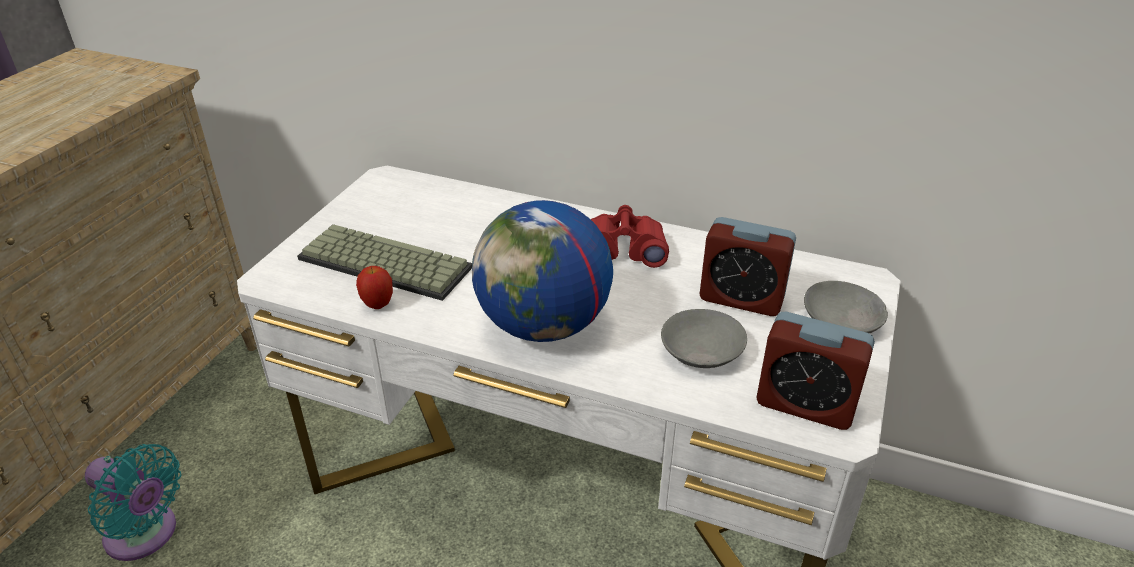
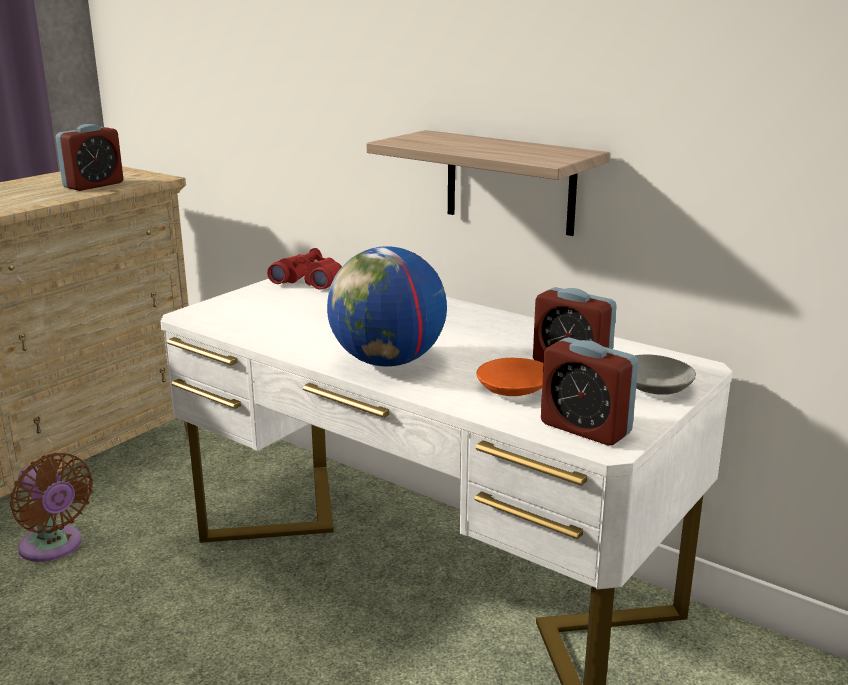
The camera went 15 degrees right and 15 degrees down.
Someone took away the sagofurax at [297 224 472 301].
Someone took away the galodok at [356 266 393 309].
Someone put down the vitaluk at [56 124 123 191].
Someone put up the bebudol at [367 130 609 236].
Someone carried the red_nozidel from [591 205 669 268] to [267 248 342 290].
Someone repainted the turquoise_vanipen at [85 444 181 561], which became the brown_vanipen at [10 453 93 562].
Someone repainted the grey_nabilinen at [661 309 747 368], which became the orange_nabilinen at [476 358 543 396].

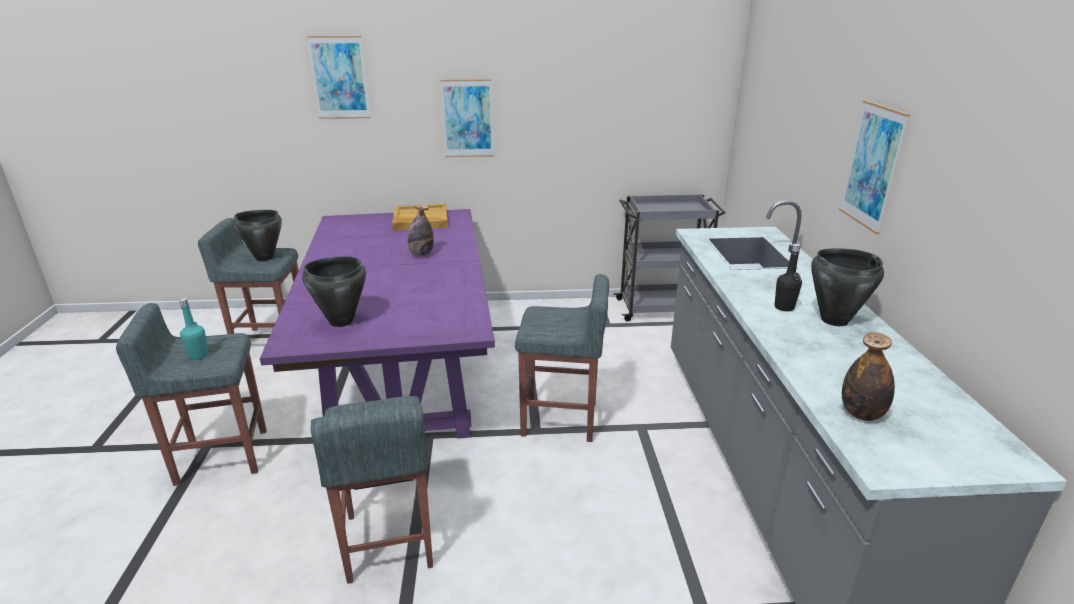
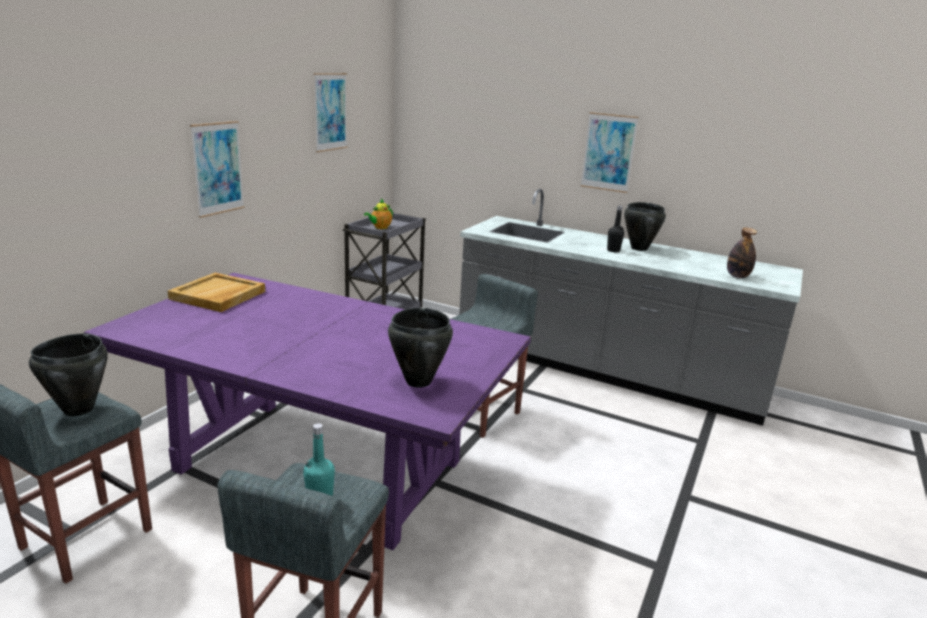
The camera went 60 degrees left and 5 degrees down.
Someone took away the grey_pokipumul at [311 396 433 584].
Someone took away the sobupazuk at [407 205 434 256].
Someone put down the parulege at [364 199 393 229].
Someone carried the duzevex from [307 36 370 119] to [314 73 347 152].

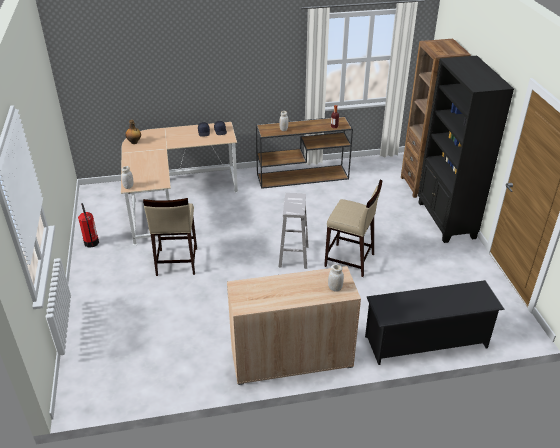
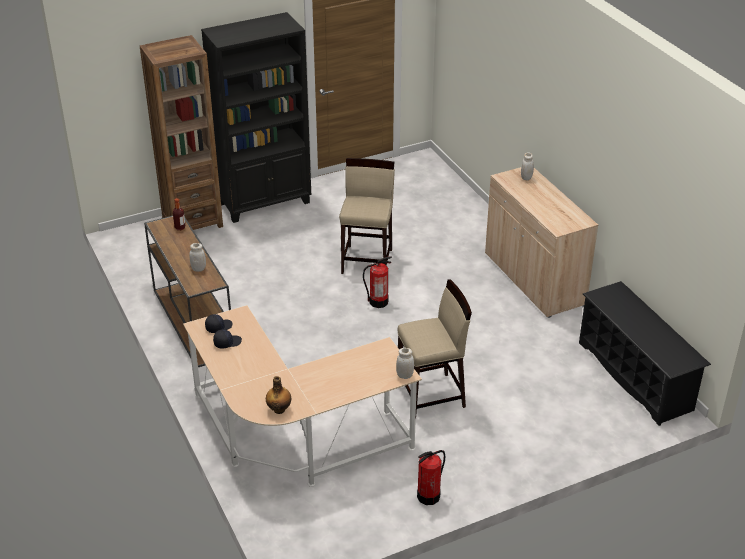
The camera went 105 degrees left and 0 degrees up.
Someone carried the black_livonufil from [365 280 505 365] to [579 281 711 426].
Someone swapped the white_pokipumul at [279 193 309 269] for the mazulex at [363 256 392 308].

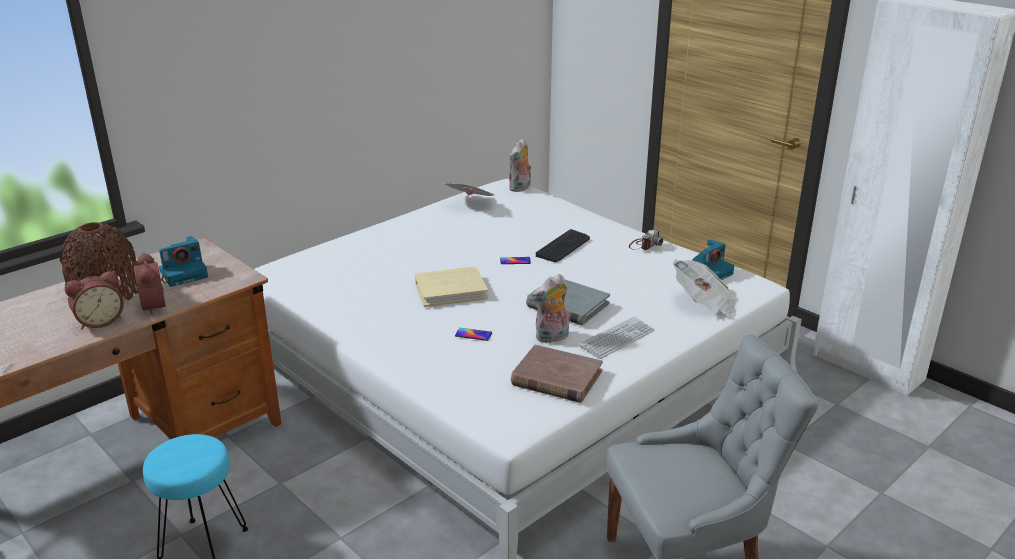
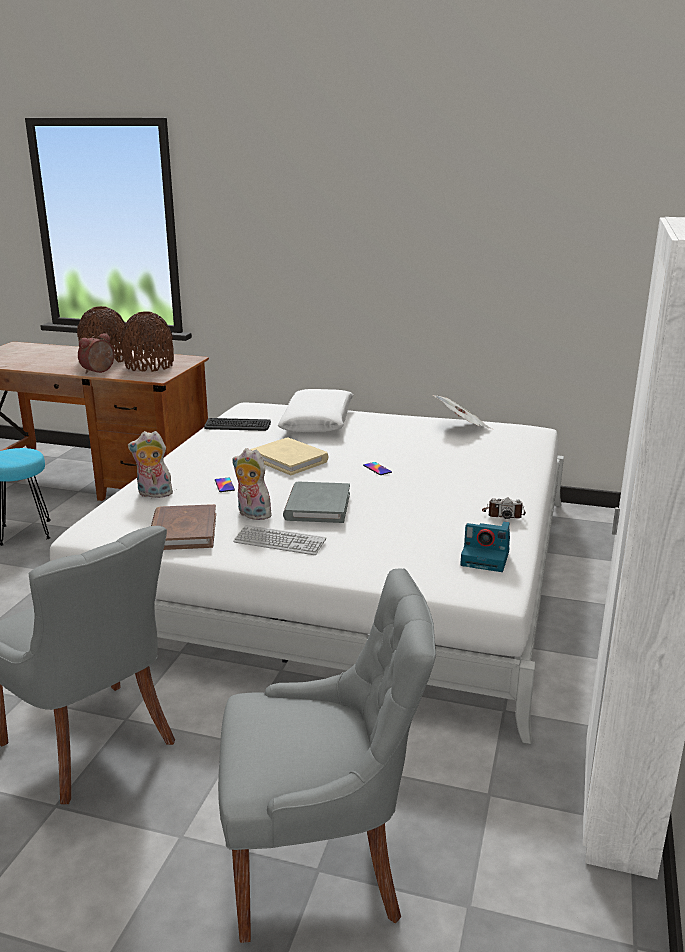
The camera went 60 degrees right and 5 degrees down.
Someone took away the vitaluk at [64 271 124 329].
Someone took away the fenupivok at [673 260 736 316].
Someone put down the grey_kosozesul at [218 569 436 943].
Someone put down the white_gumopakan at [278 389 353 432].
Someone carried the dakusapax from [509 139 532 192] to [128 431 173 498].
Someone carried the sagofurax from [536 229 590 262] to [204 418 271 431].
Someone swapped the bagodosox at [159 236 208 287] for the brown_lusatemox at [121 311 174 372].

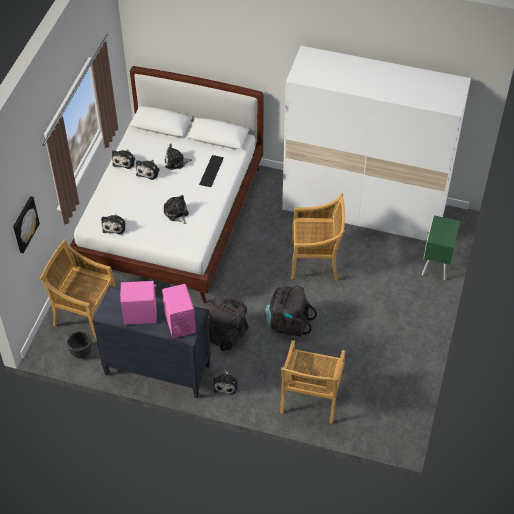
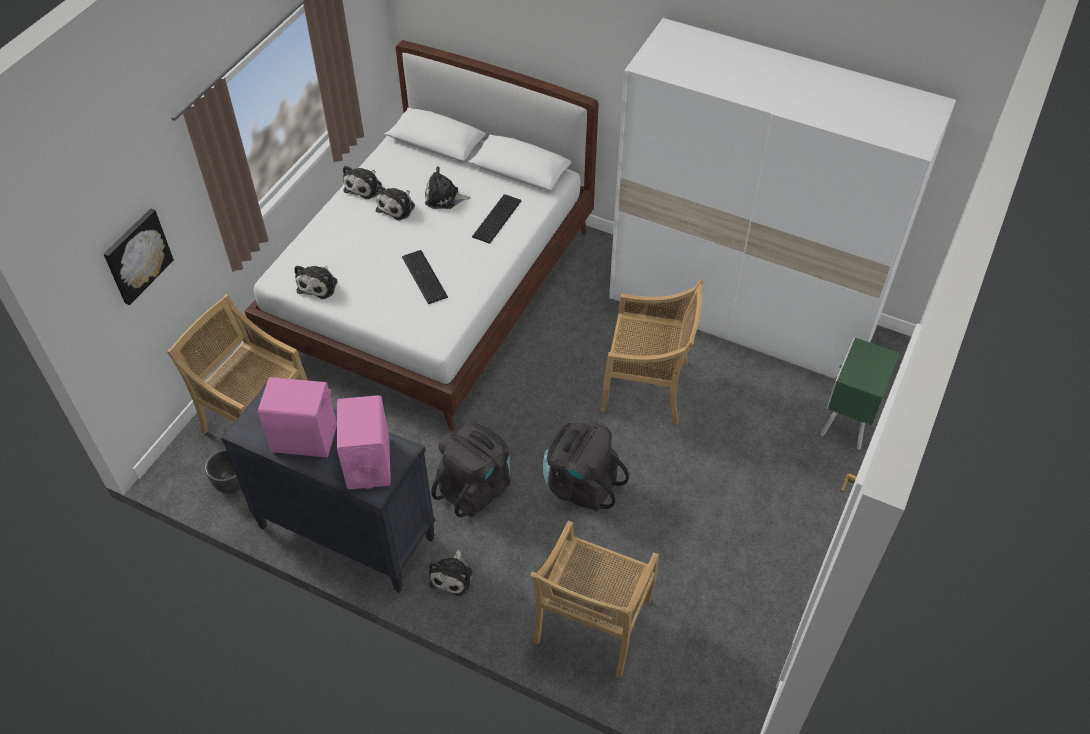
The camera went 10 degrees right and 0 degrees up.
Someone swapped the dakusapax at [164 195 189 224] for the sagofurax at [402 250 448 304].

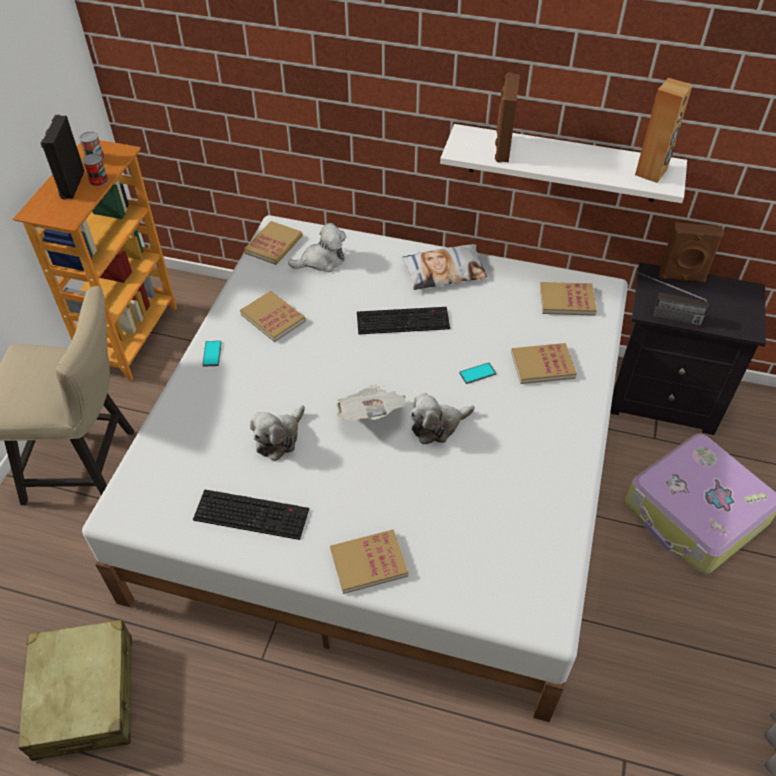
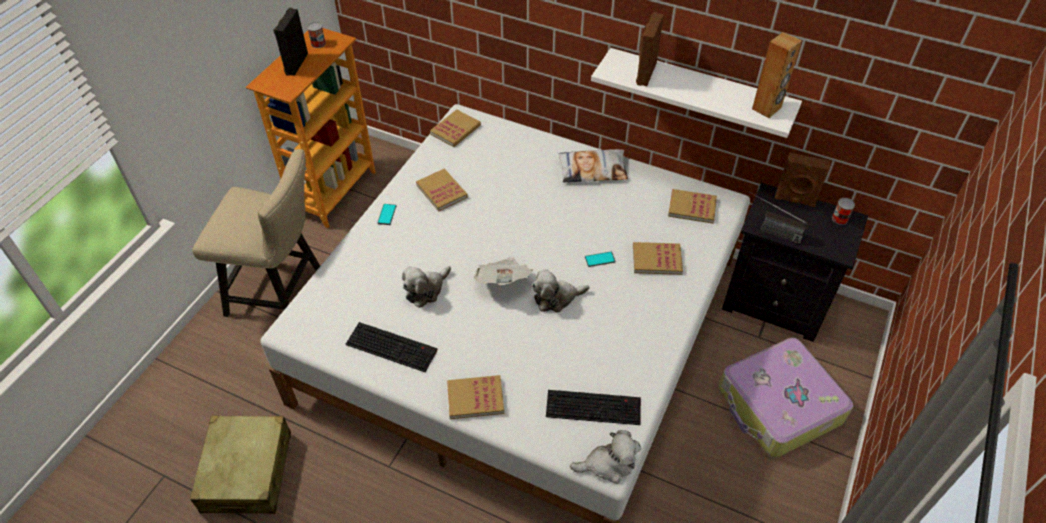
The camera went 10 degrees right and 0 degrees up.
Someone carried the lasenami from [82 154 108 186] to [832 198 855 225].
Someone carried the dakusapax from [288 223 346 272] to [570 430 641 484].
Someone carried the sagofurax from [357 307 450 335] to [546 390 641 425].

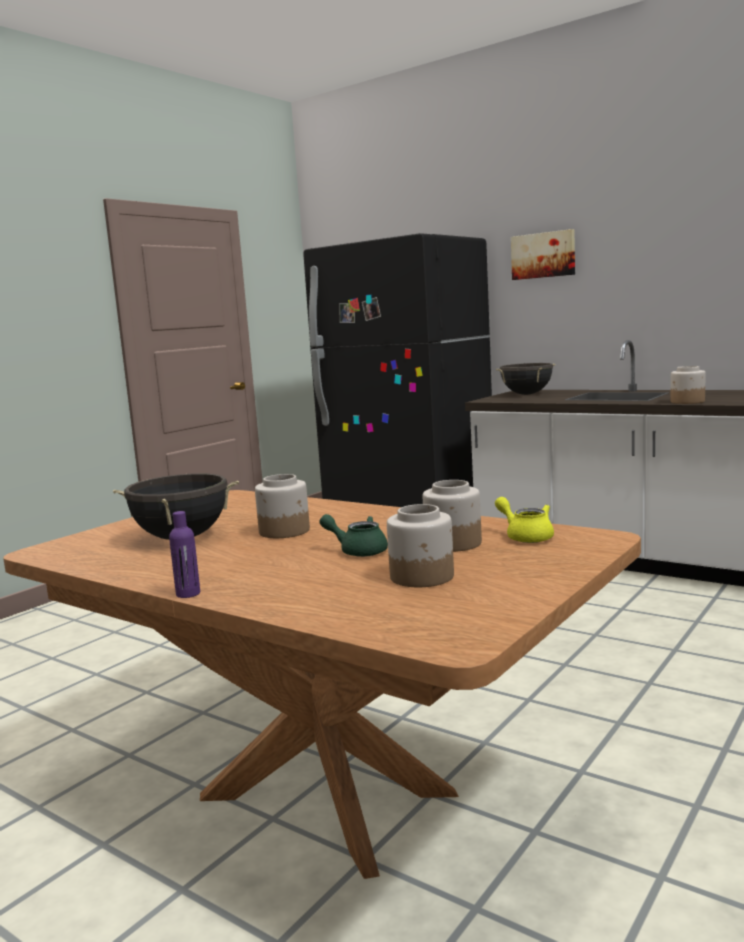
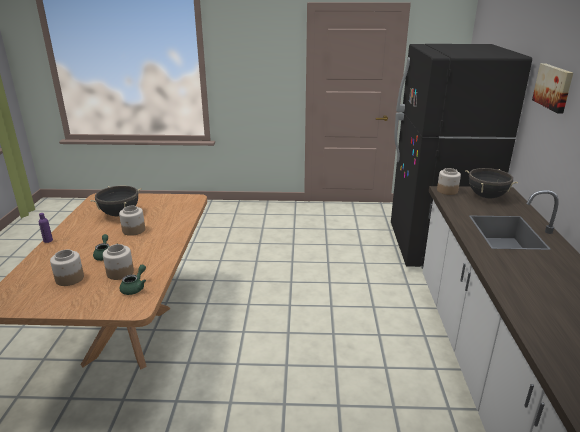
The camera went 55 degrees right and 15 degrees up.
Someone carried the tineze from [671 366 705 404] to [437 168 461 195].
Someone repainted the yellow_parulege at [495 497 554 543], which became the green_parulege at [120 265 146 295].

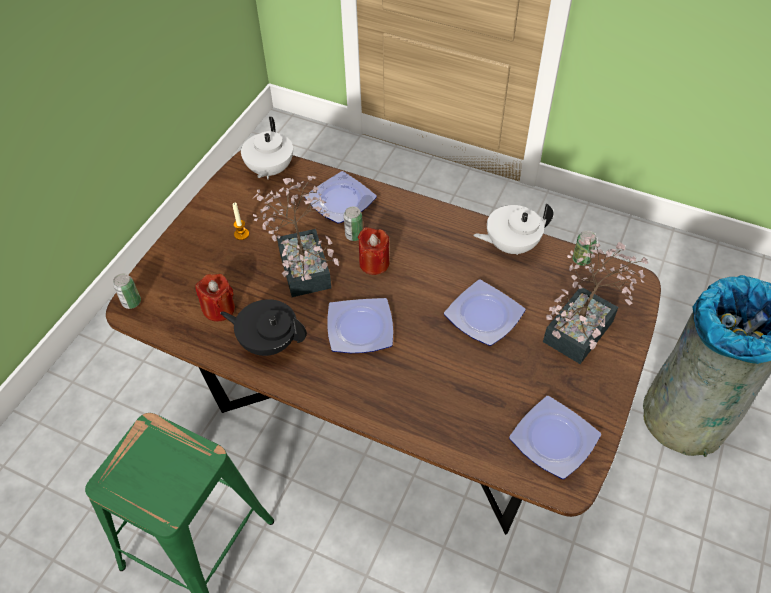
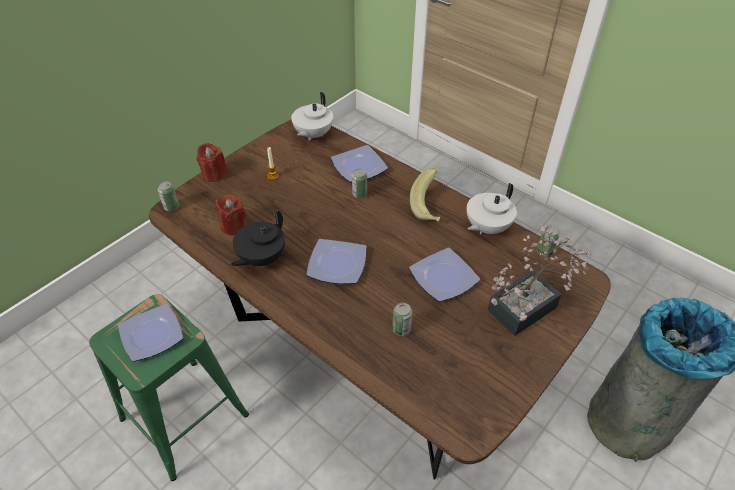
The camera went 15 degrees right and 5 degrees down.
Someone took away the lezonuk at [253 176 339 297].
Someone put down the lasenami at [392 303 412 336].
Someone put down the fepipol at [410 168 440 222].
Someone carried the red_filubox from [358 227 389 275] to [197 143 228 182].
Someone carried the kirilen from [509 396 601 479] to [118 304 183 362].
Someone rotated the black_parulege at [220 299 307 356] by 90 degrees counterclockwise.
Someone rotated the white_parulege at [473 204 553 255] by 45 degrees counterclockwise.

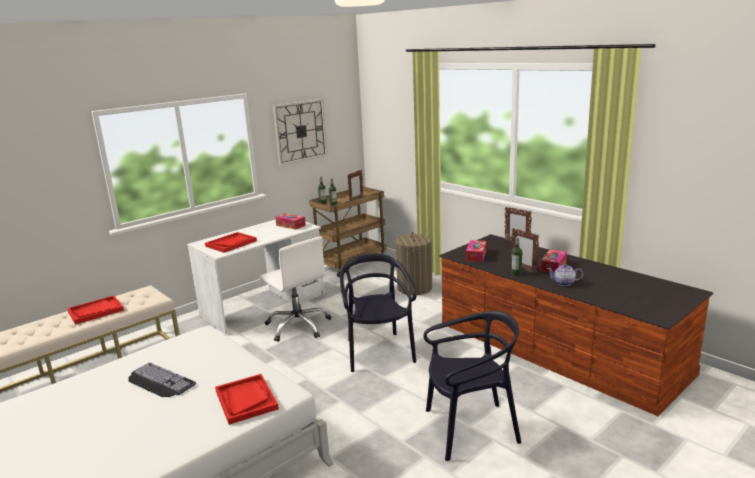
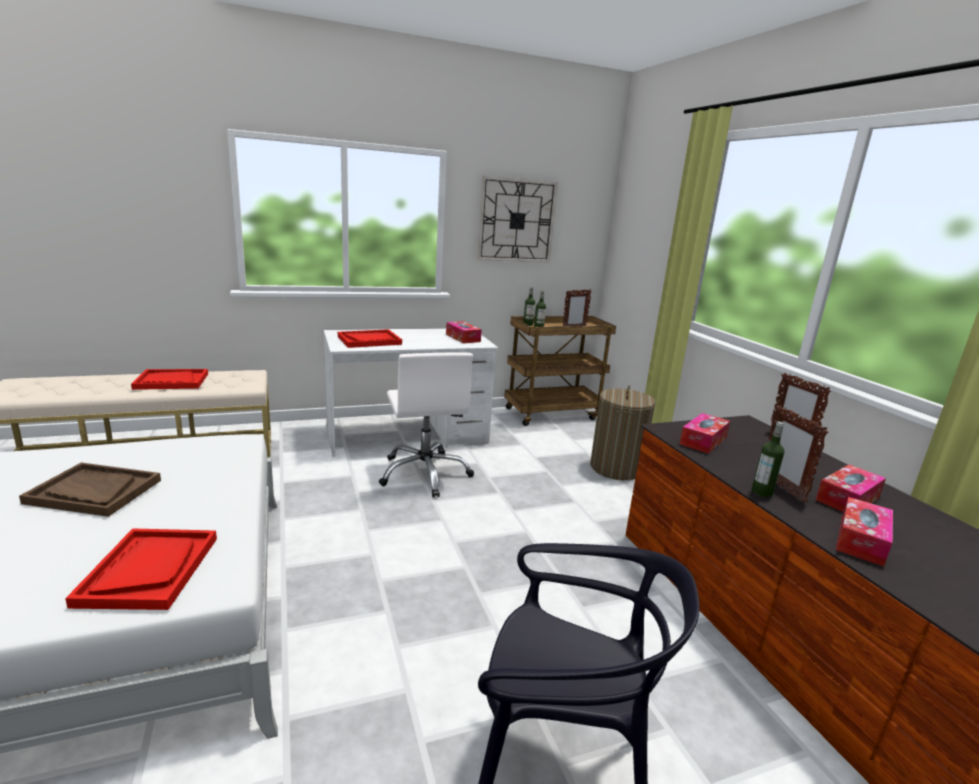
The camera went 20 degrees right and 0 degrees up.
Someone took away the black_kosozesul at [340 253 417 372].
Someone swapped the sagofurax at [128 362 196 397] for the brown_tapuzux at [19 462 161 517].
Someone swapped the parulege at [547 264 583 286] for the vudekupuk at [835 497 893 567].

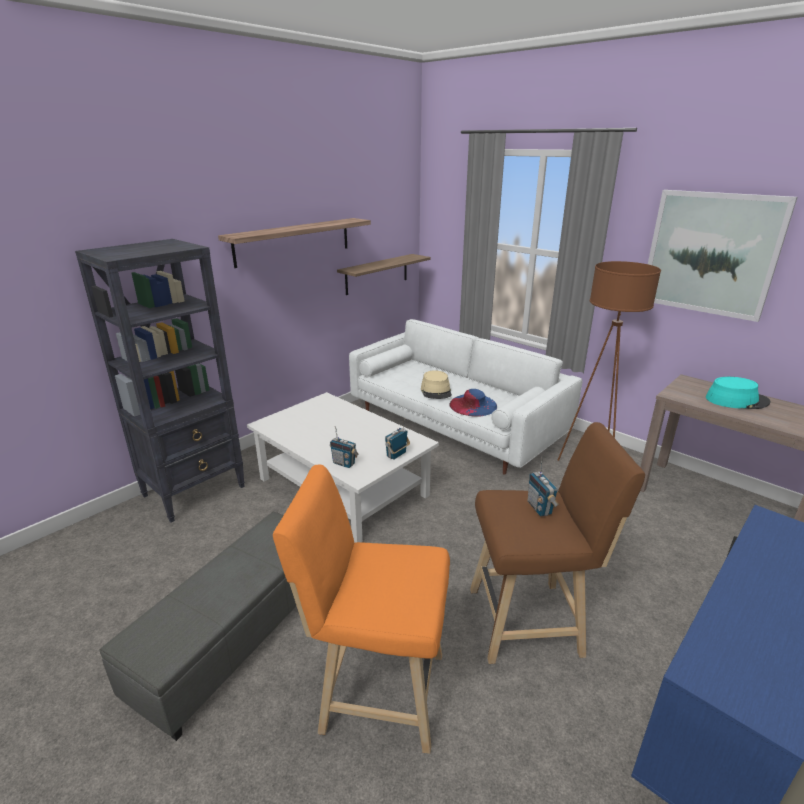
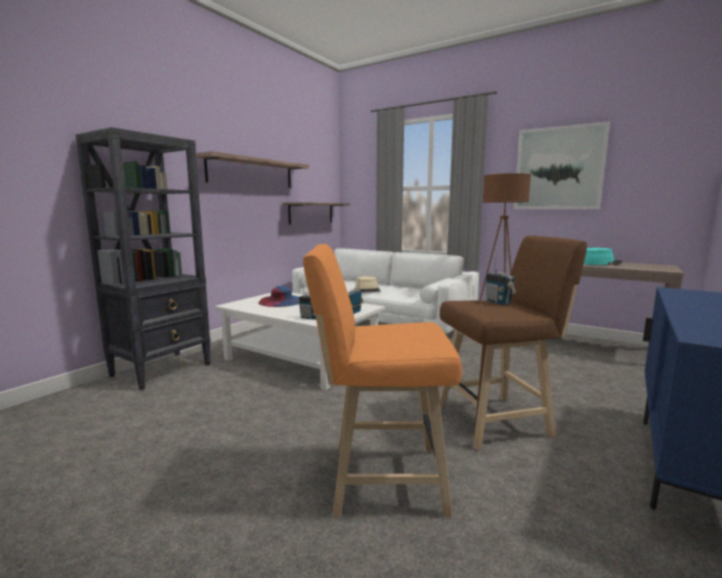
The camera went 10 degrees left and 15 degrees down.
Someone took away the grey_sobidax at [100 512 296 741].
Someone carried the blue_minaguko from [449 389 497 417] to [258 286 299 307].

